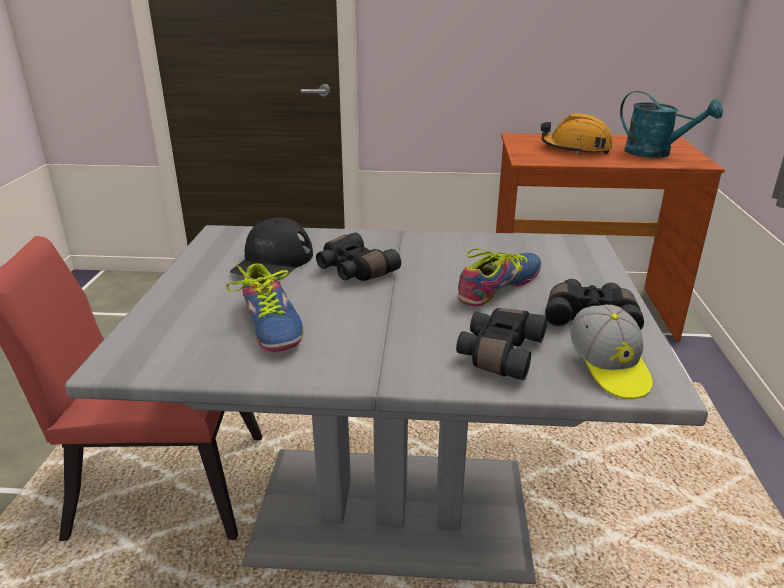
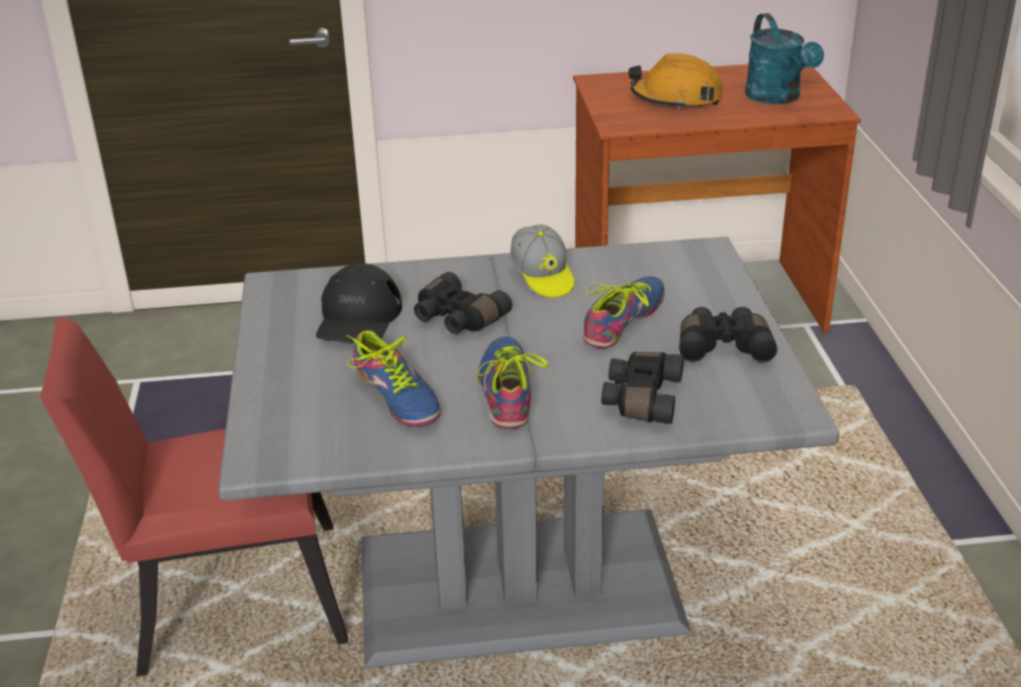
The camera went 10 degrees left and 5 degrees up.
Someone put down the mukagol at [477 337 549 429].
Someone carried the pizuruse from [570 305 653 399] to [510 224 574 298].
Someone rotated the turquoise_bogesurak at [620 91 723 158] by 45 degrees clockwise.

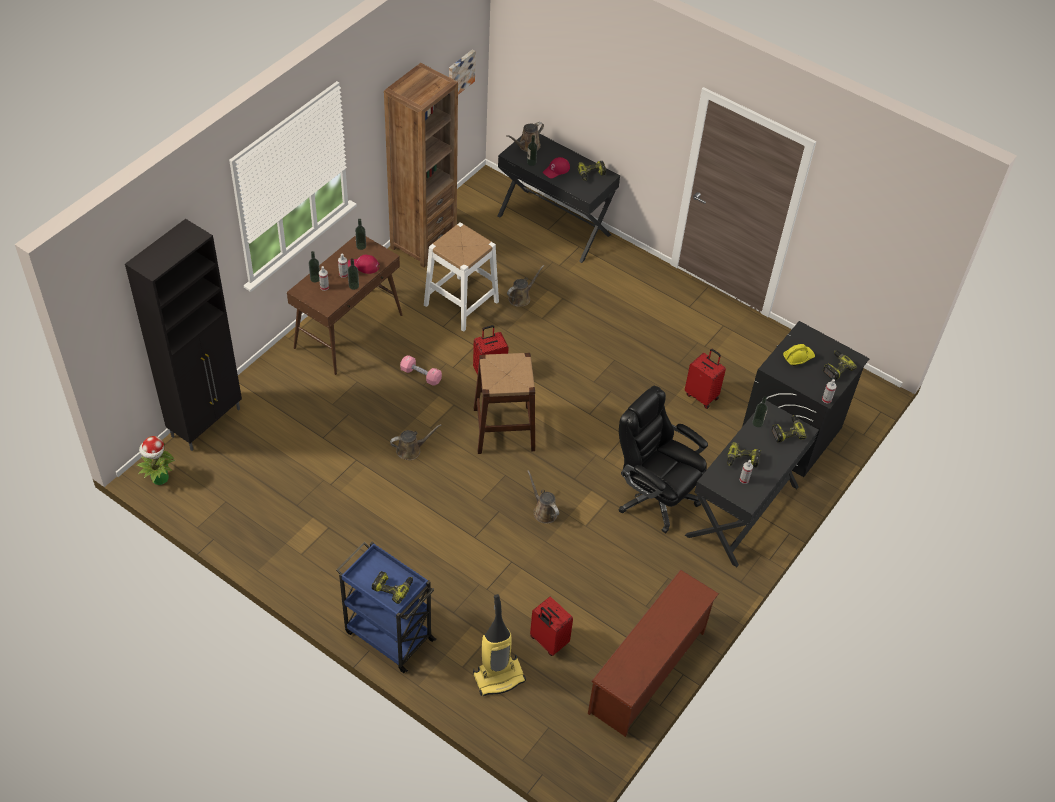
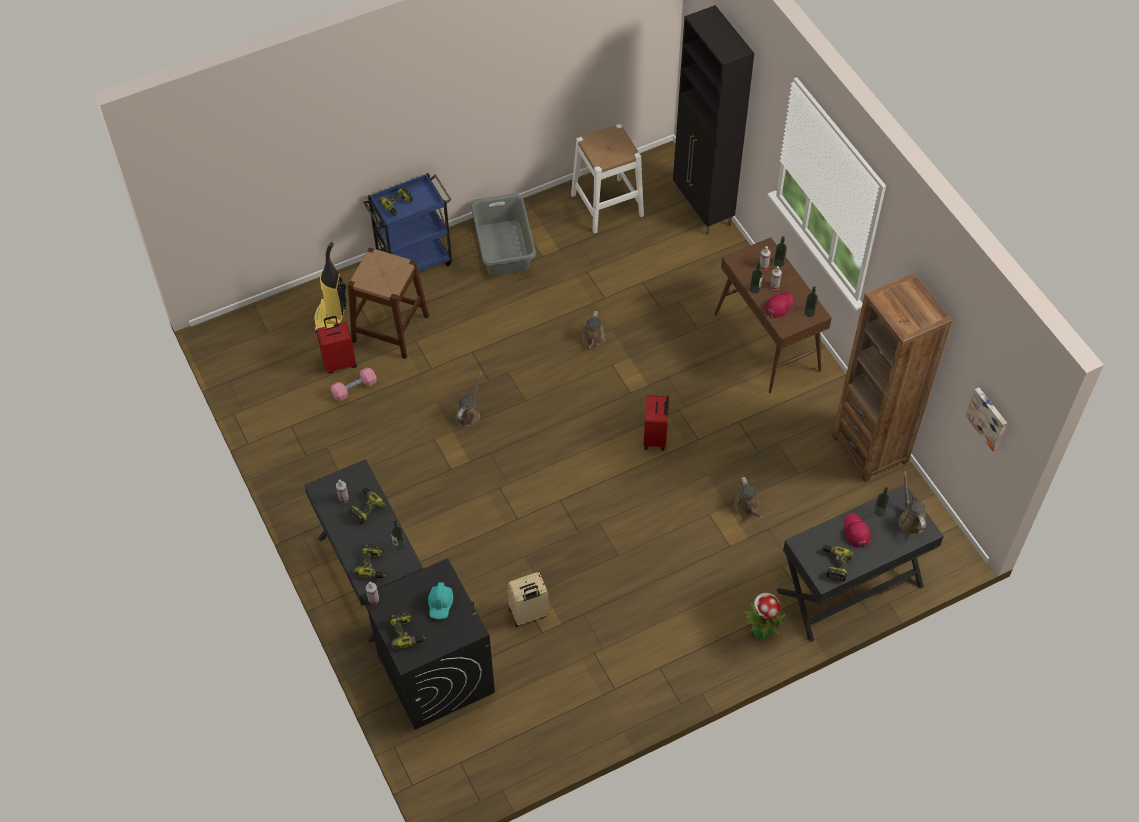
The camera went 120 degrees right and 5 degrees up.
Someone took away the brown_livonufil at [588 570 719 737].
Someone took away the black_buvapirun at [619 385 708 533].
Someone put down the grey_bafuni at [471 194 536 276].
Someone carried the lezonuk from [137 436 176 485] to [744 593 786 639].
Someone carried the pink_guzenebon from [400 355 442 386] to [331 367 377 401].
Someone carried the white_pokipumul from [424 222 499 332] to [571 124 644 233].
Someone carried the brown_pokipumul from [474 353 535 454] to [348 248 429 359].
Someone repainted the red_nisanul at [685 349 726 409], which became the beige_nisanul at [507 572 549 627].
Someone repainted the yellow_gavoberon at [783 344 815 366], which became the turquoise_gavoberon at [428 582 453 619].
Someone rotated the brown_bogesurak at [527 470 559 524] by 60 degrees counterclockwise.

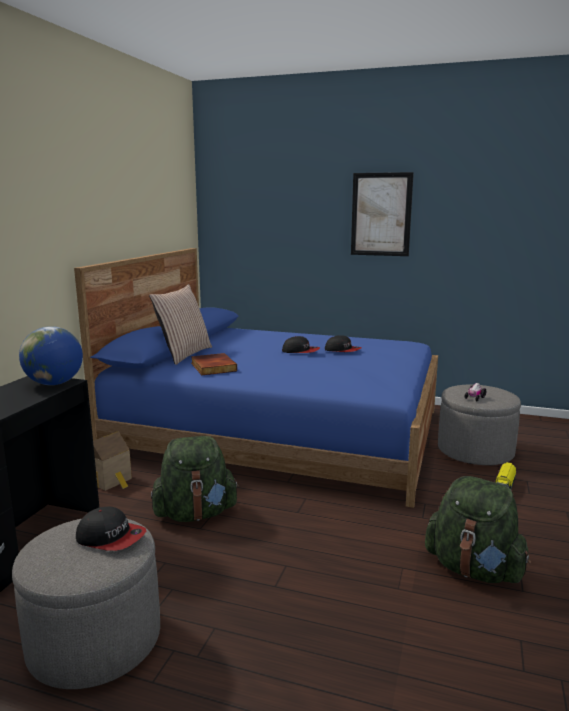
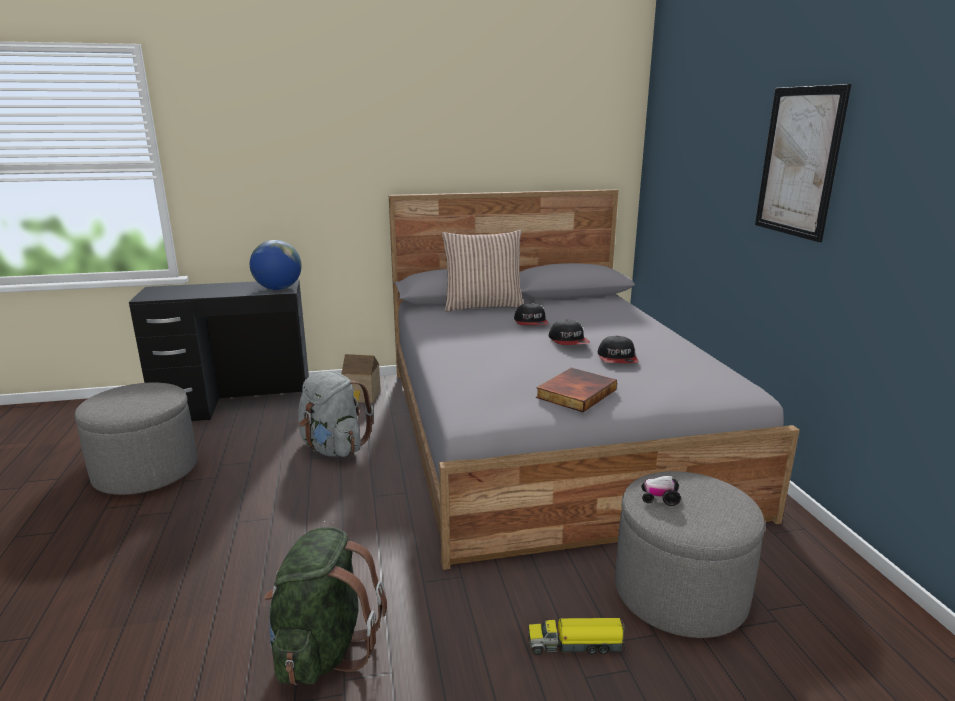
The camera went 60 degrees right and 5 degrees up.
Someone carried the pizuruse from [76 507 146 551] to [514 303 549 325].
Someone carried the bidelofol from [191 353 237 375] to [536 368 617 412].
Someone repainted the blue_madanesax at [74 248 438 508], which became the grey_madanesax at [389 189 800 570].
Someone repainted the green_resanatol at [151 436 239 522], which became the grey_resanatol at [298 371 374 457].

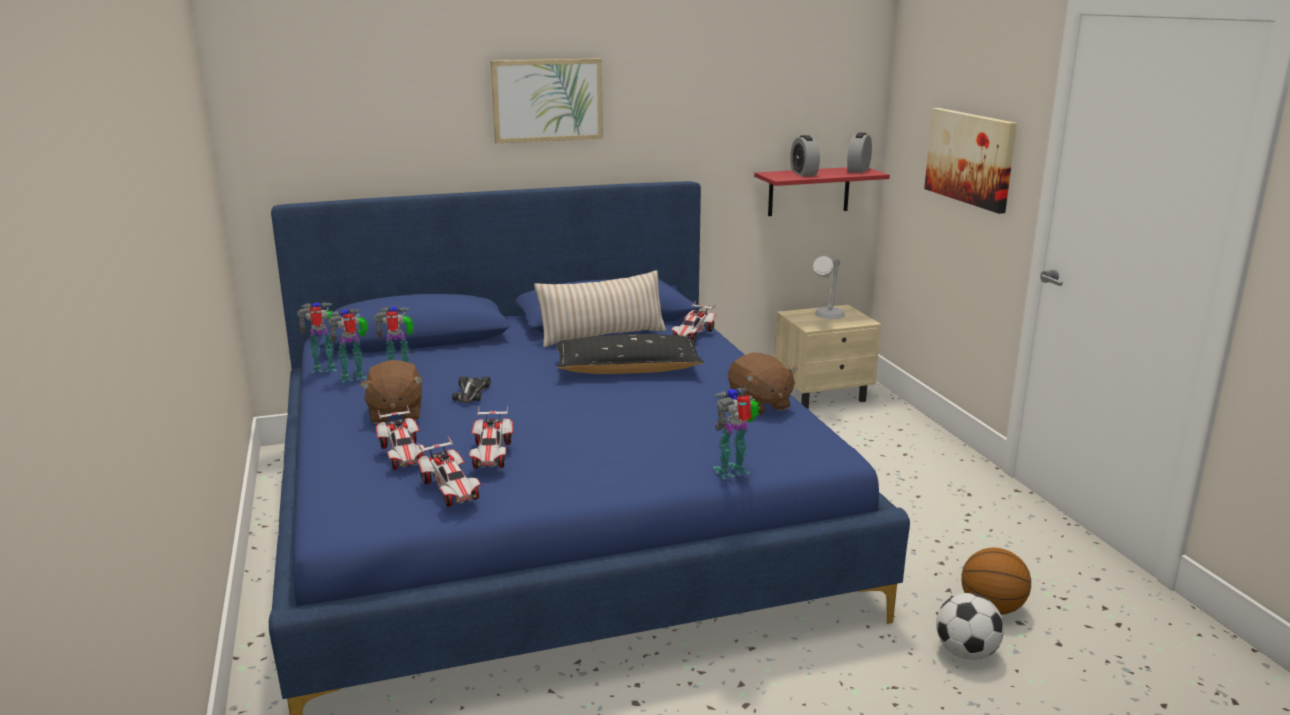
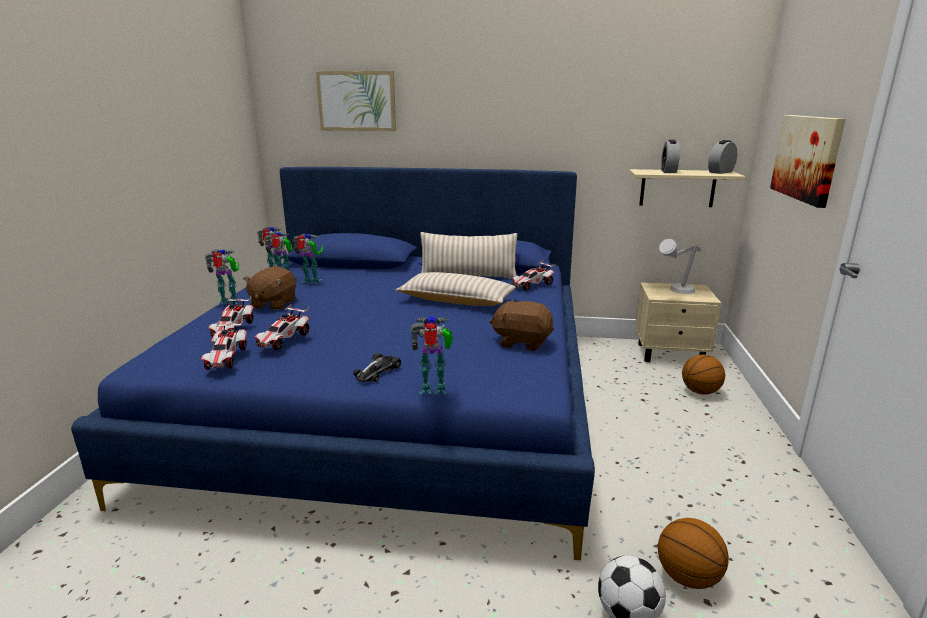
The camera went 25 degrees right and 0 degrees up.
Someone put down the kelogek at [205 249 240 304].
Someone put down the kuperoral at [682 355 725 395].
Someone carried the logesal from [452 376 490 403] to [354 353 401 382].
Someone carried the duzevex from [491 58 603 143] to [316 71 396 131].
Someone repainted the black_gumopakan at [556 334 704 374], which became the beige_gumopakan at [395 272 516 306].
Someone repainted the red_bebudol at [754 167 890 216], which became the beige_bebudol at [629 169 745 207].
Someone rotated the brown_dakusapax at [728 352 797 415] by 105 degrees clockwise.

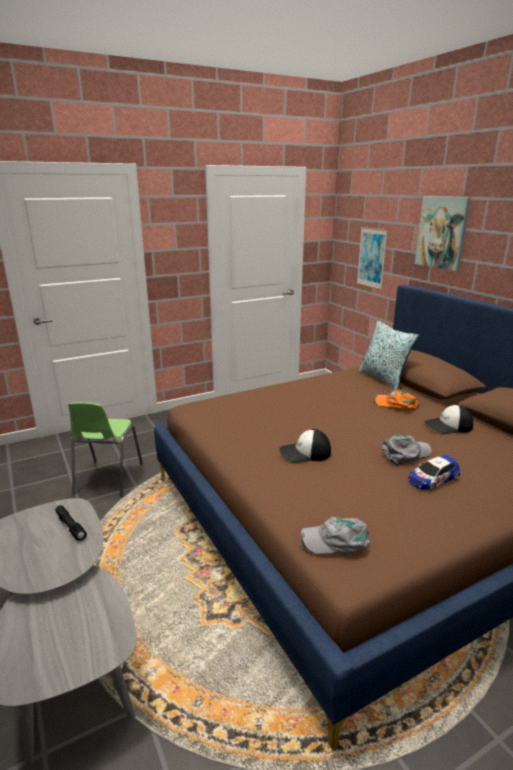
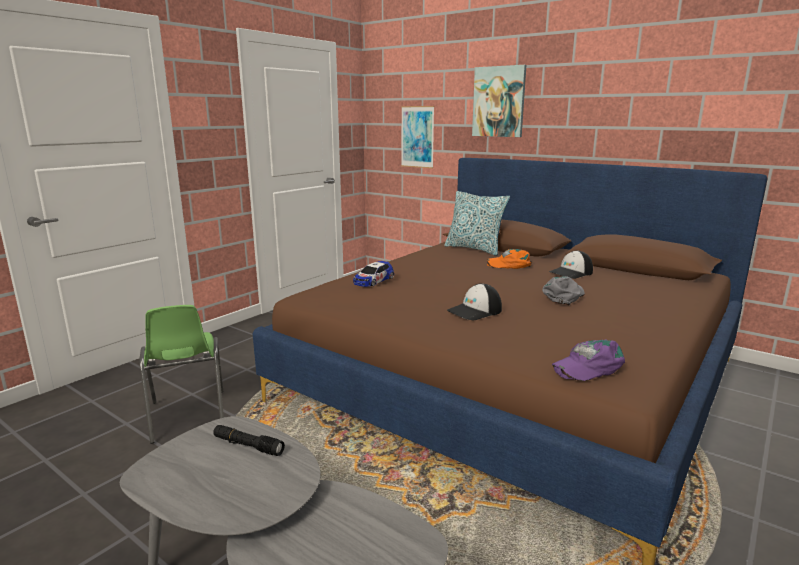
The camera went 25 degrees left and 5 degrees down.
Someone carried the logesal from [408 455 460 490] to [353 261 394 287].
Someone repainted the grey_pizuruse at [300 516 370 555], which became the purple_pizuruse at [552 339 625 381].

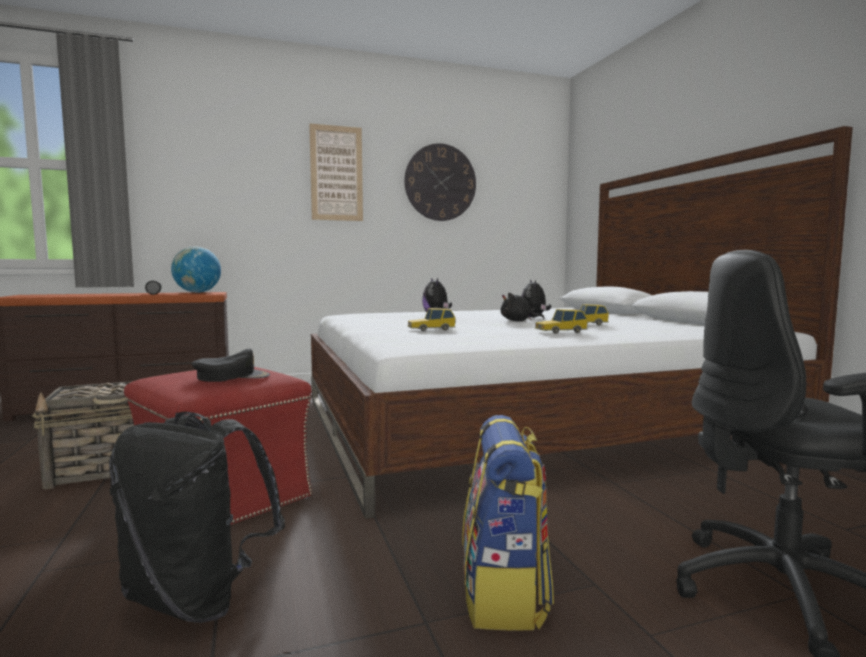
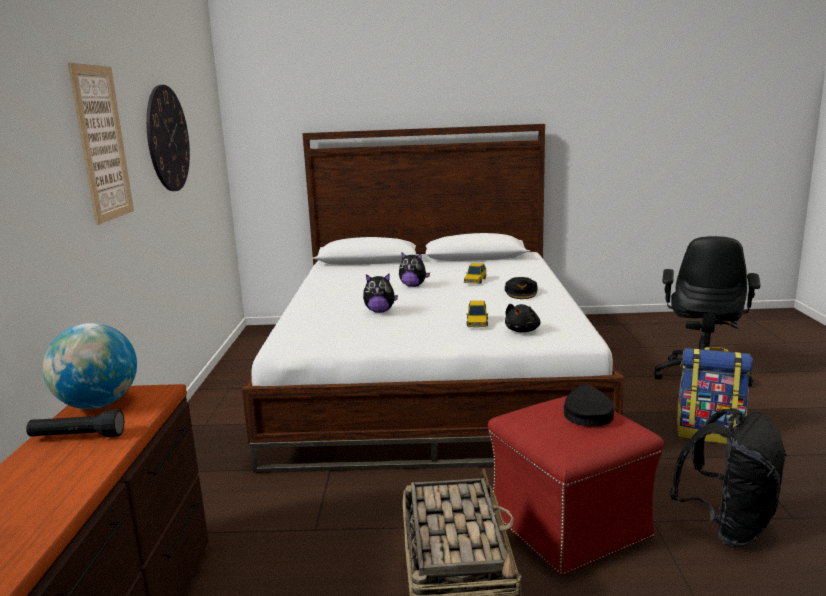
The camera went 70 degrees left and 10 degrees up.
Someone carried the black_dakusapax from [501 293 544 321] to [505 304 540 332].
Someone swapped the logesal at [535 309 587 334] for the black_pizuruse at [505 277 538 299].

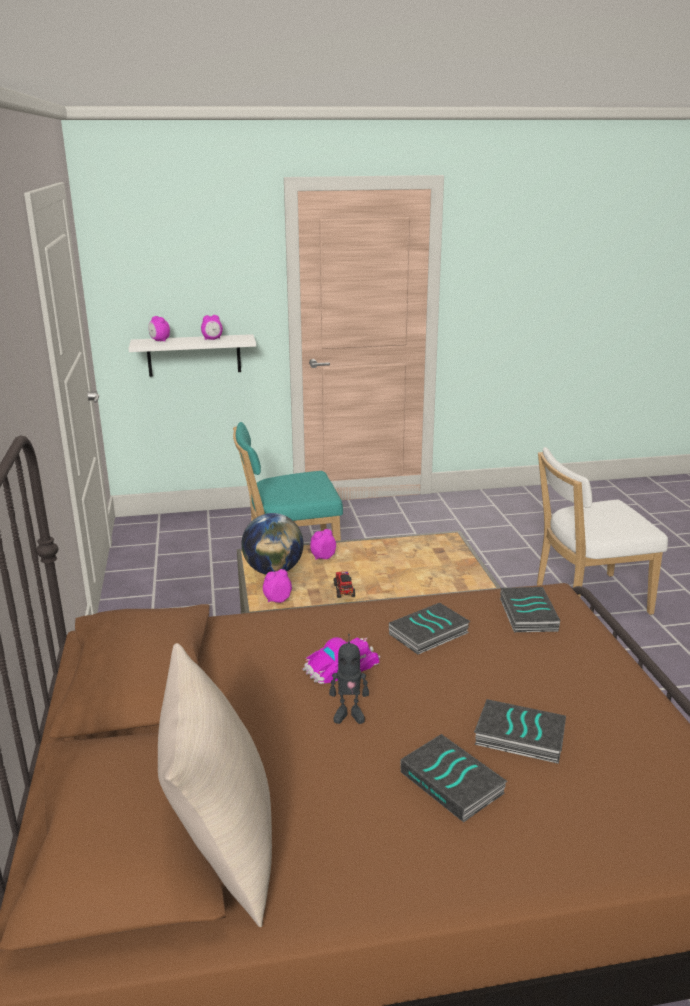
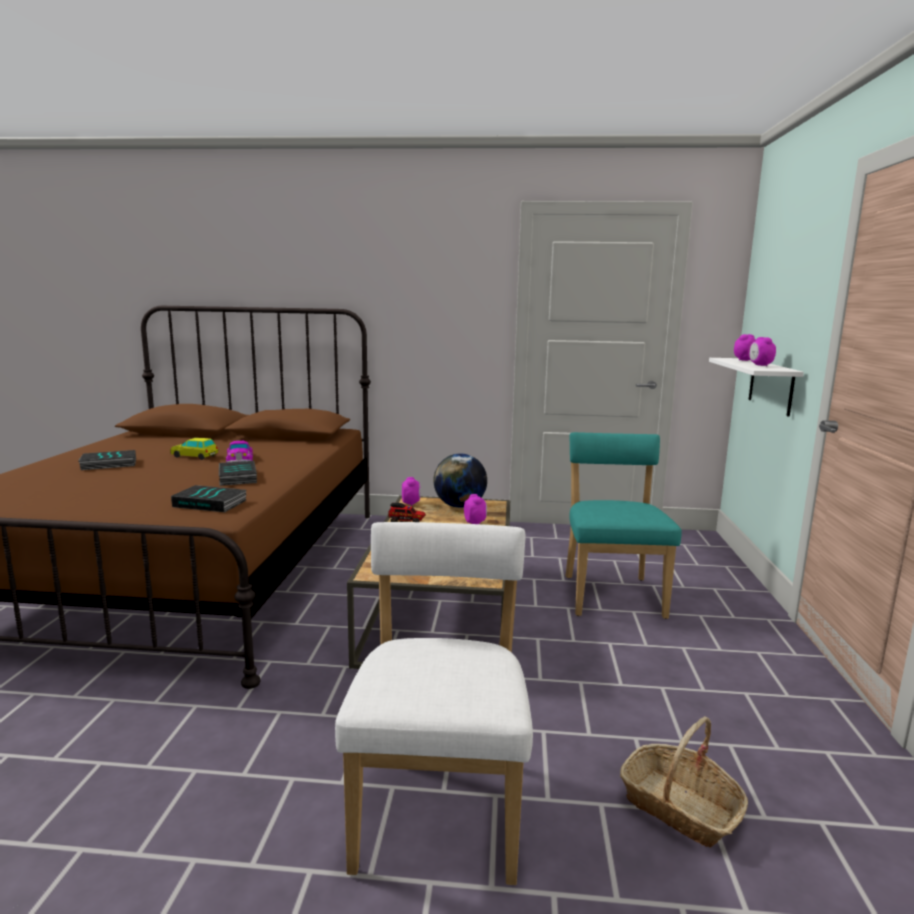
The camera went 105 degrees right and 10 degrees down.
Someone took away the beige_gumopakan at [158 643 272 927].
Someone took away the bidelofol at [474 699 566 764].
Someone put down the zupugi at [620 716 748 847].
Someone swapped the kelogek at [329 634 369 724] for the logesal at [170 438 218 460].

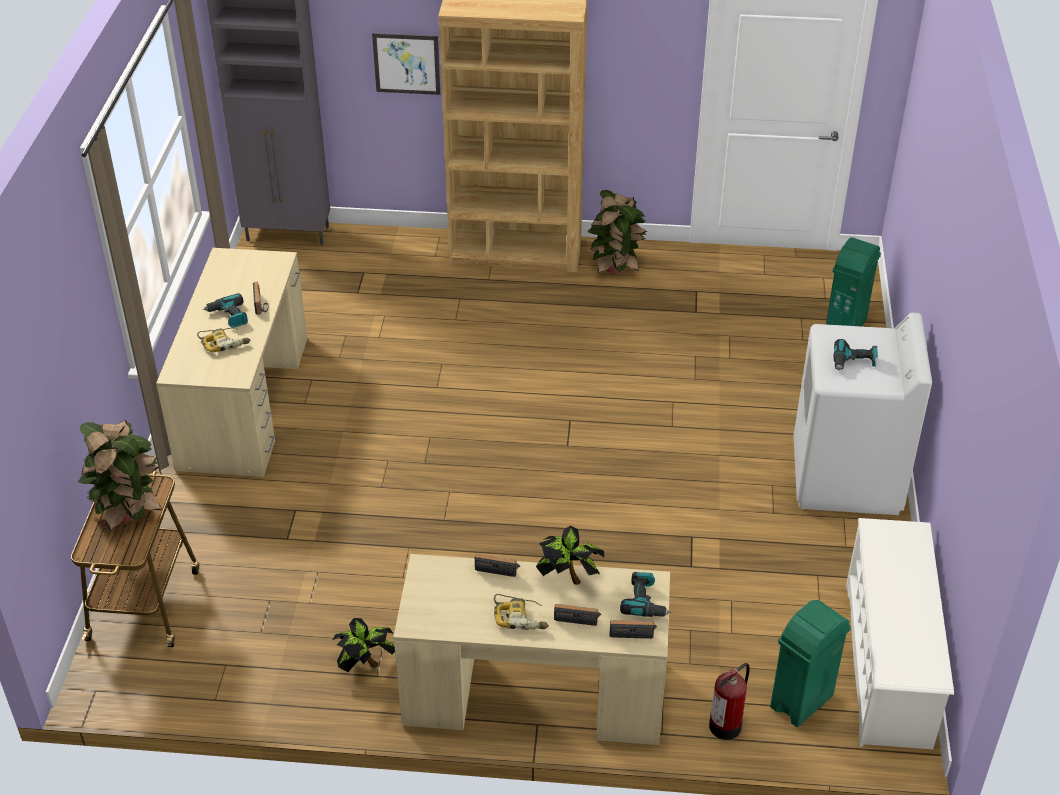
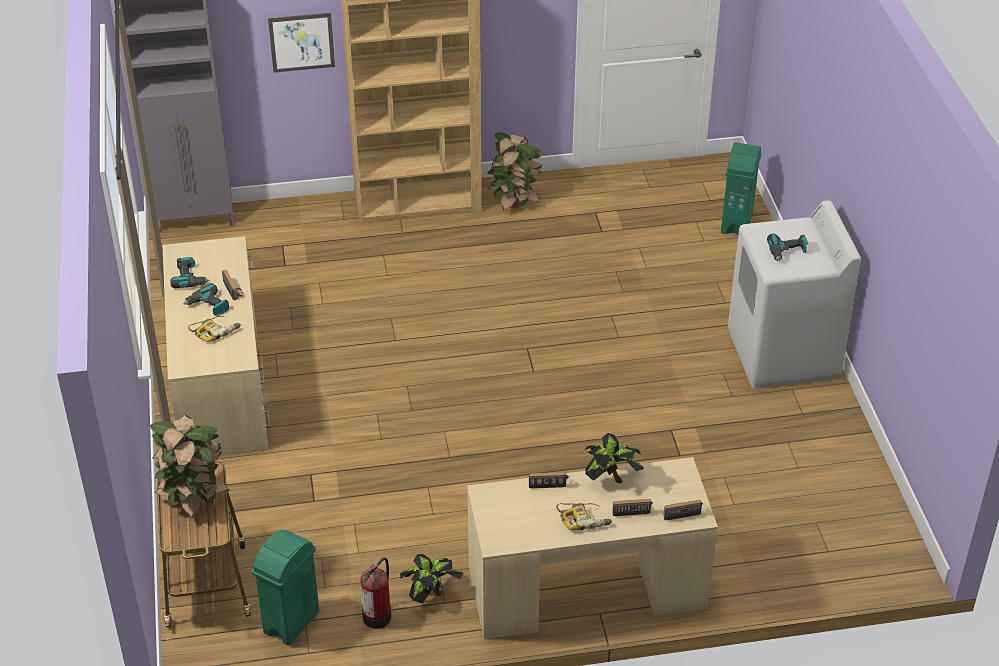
The camera went 15 degrees left and 0 degrees up.
Someone took away the white_livonufil at [846 518 954 749].
Someone carried the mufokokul from [620 572 671 617] to [171 257 210 288].
Someone carried the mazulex from [709 663 750 740] to [360 557 391 629].
Someone carried the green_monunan from [770 600 851 727] to [252 530 319 646].

